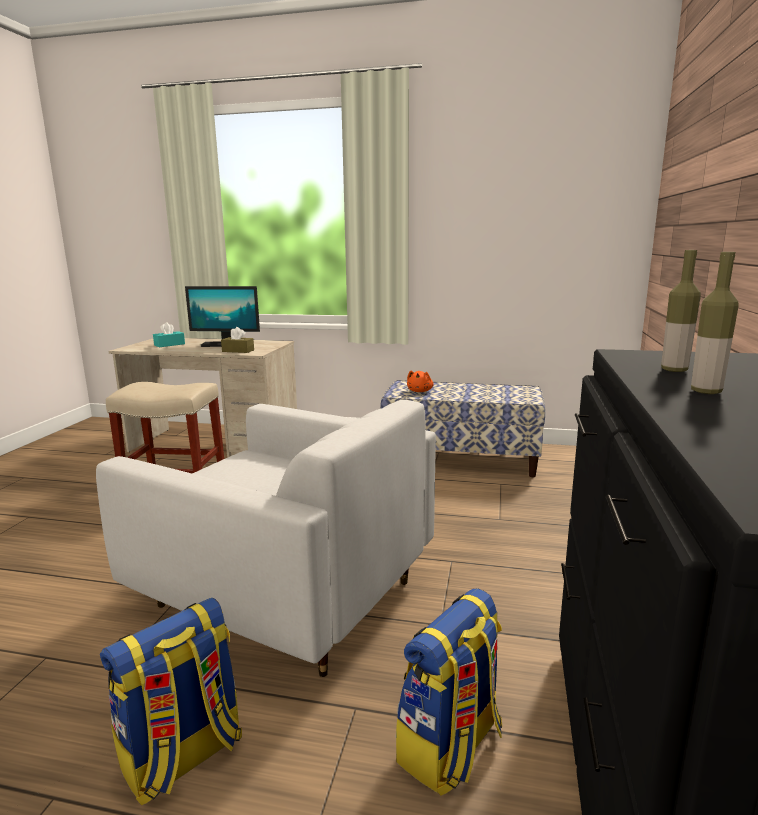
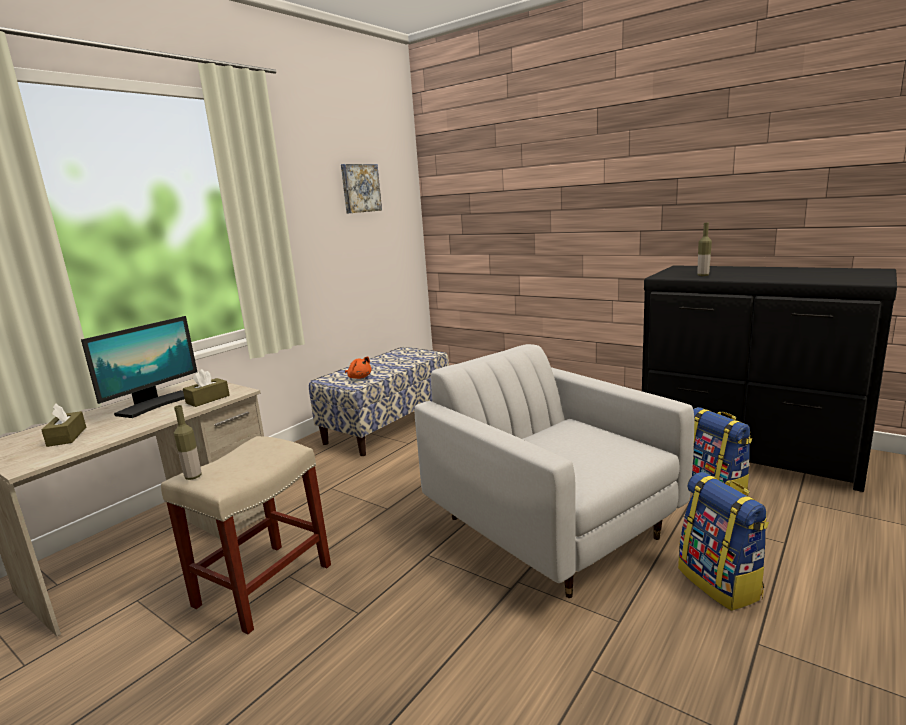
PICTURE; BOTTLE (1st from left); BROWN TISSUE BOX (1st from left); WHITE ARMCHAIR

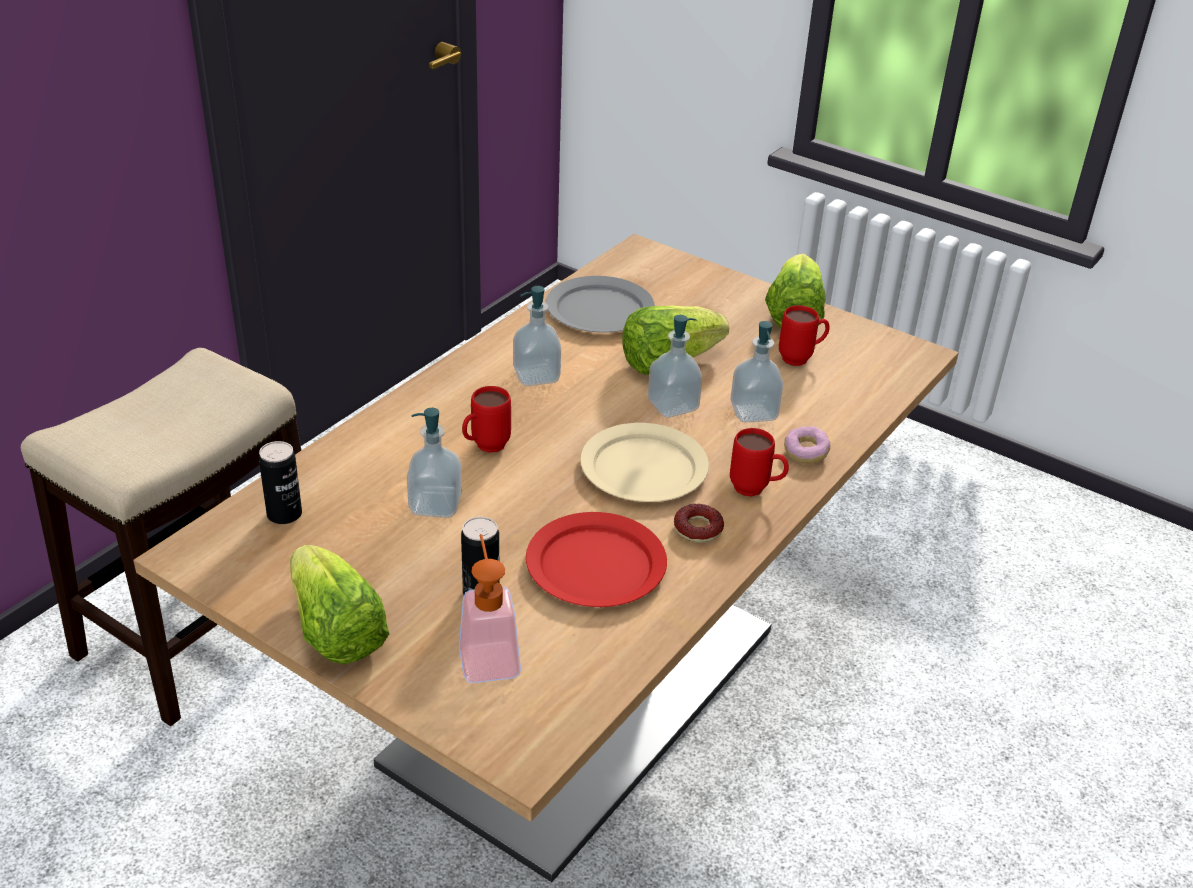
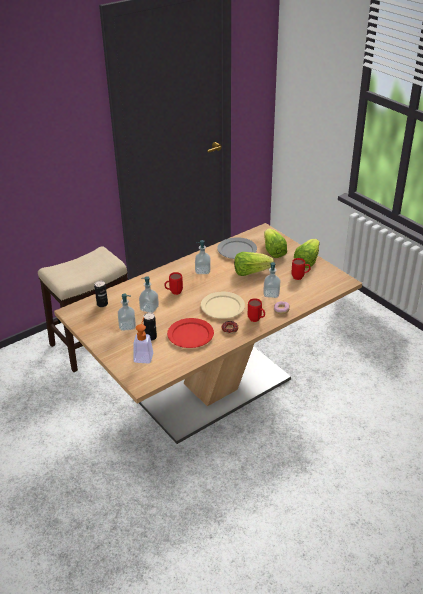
LETTUCE (2nd from left); SOAP DISPENSER (1st from left)

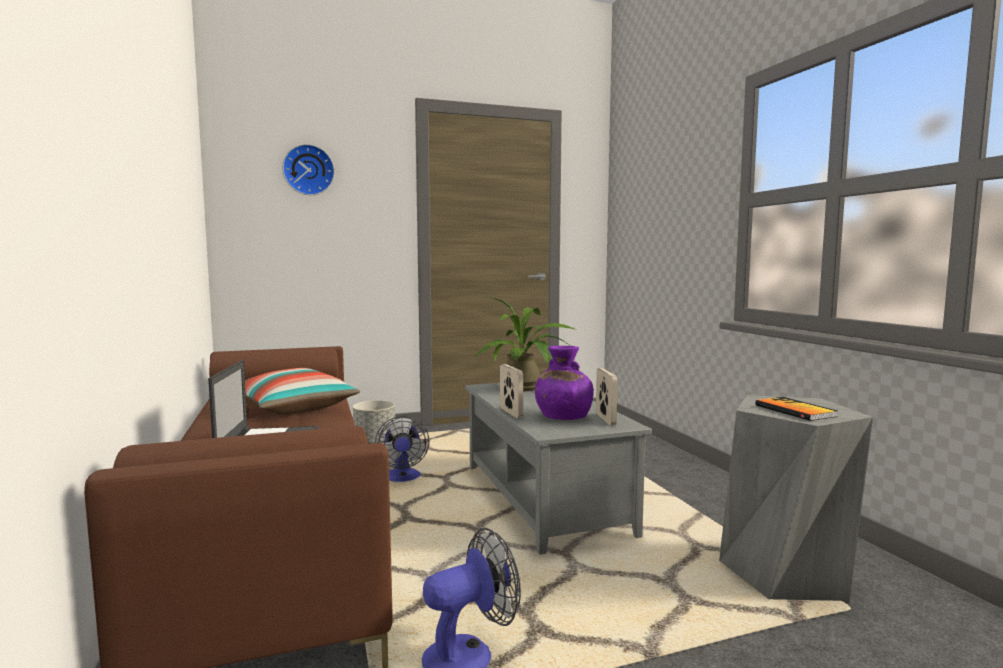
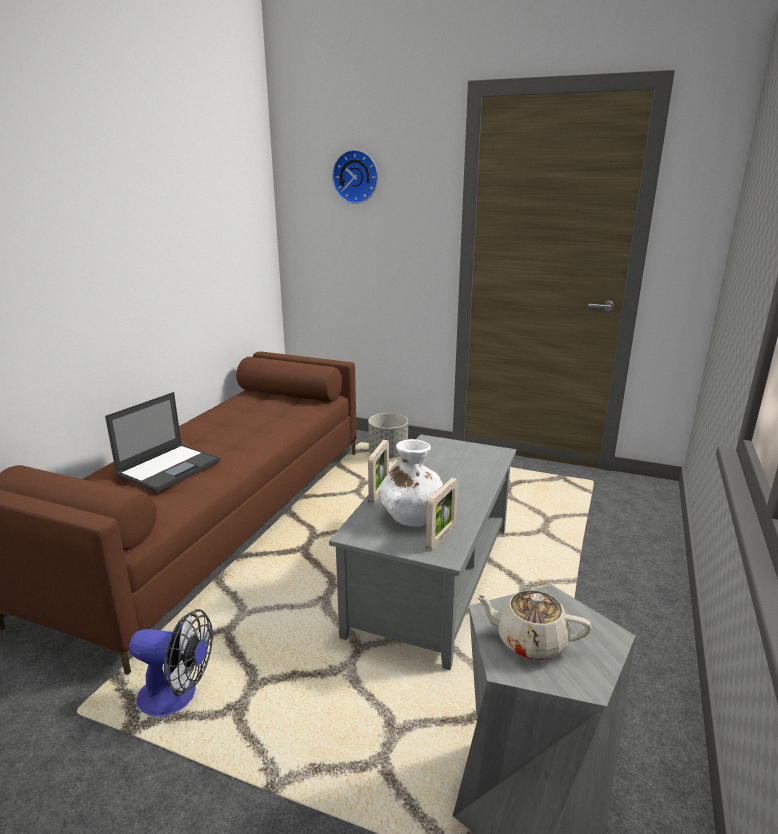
PILLOW; FAN (1st from left in the first image); POTTED PLANT; BEIGE TEAPOT; WHITE VASE

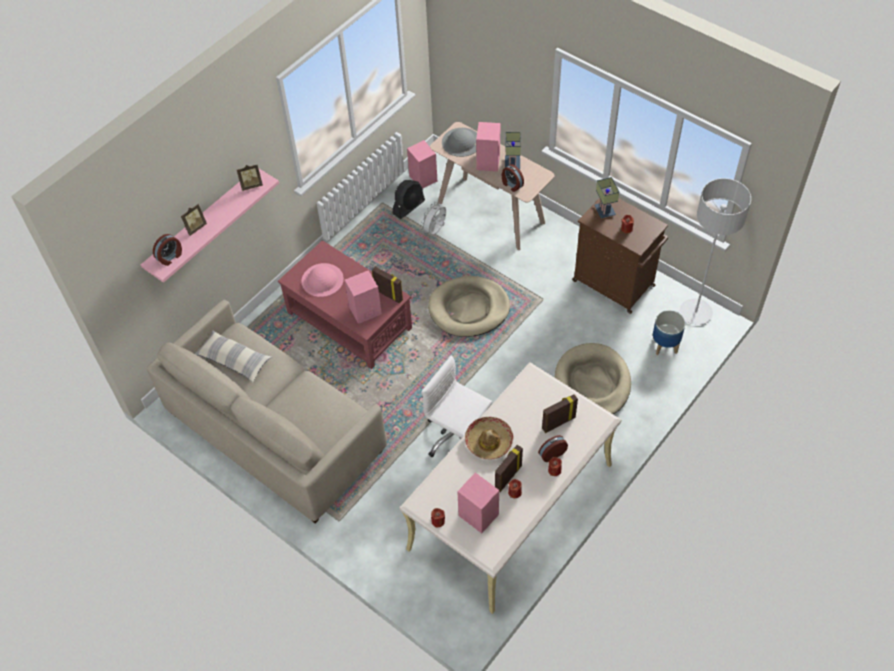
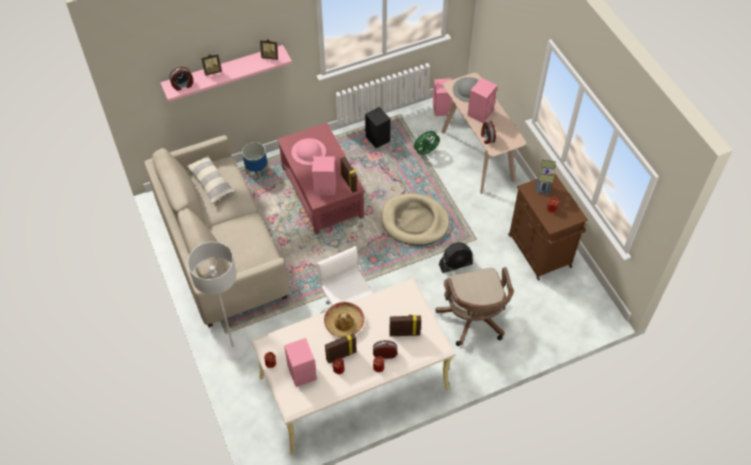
TABLE LAMP (1st from left in the first image); BLACK SPEAKER; BLACK FAN; PLANTER; GREY FLOOR LAMP; BROWN OFFICE CHAIR; GREEN FAN

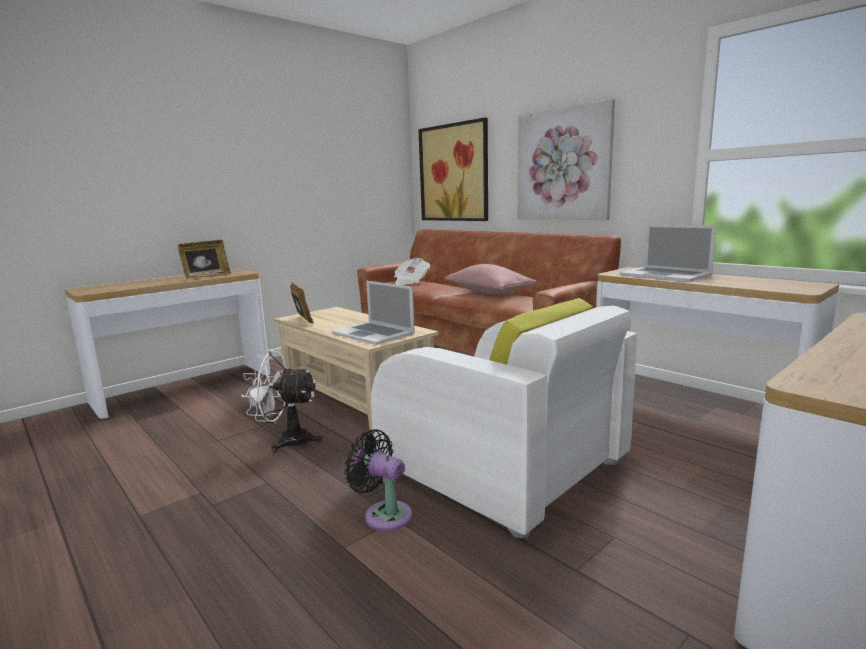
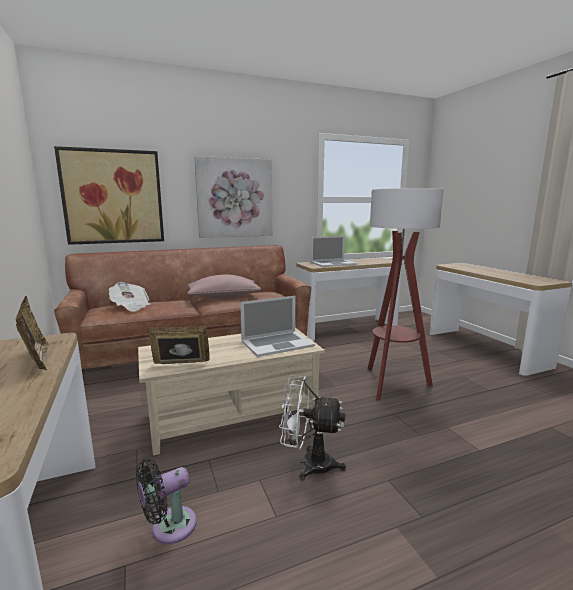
BLACK FAN; FLOOR LAMP; WHITE FAN

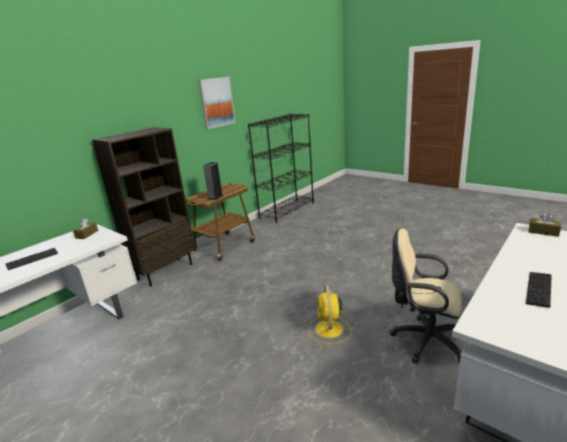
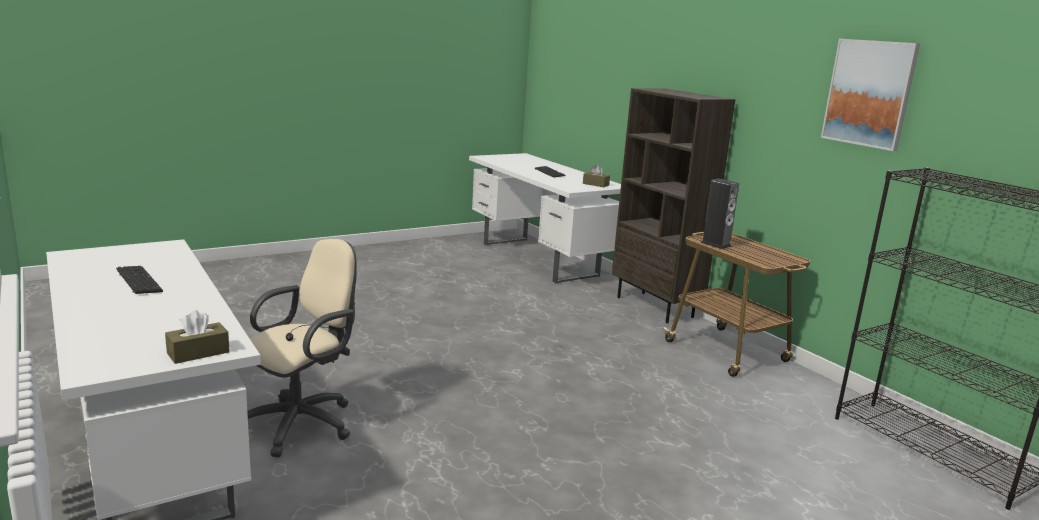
YELLOW FAN

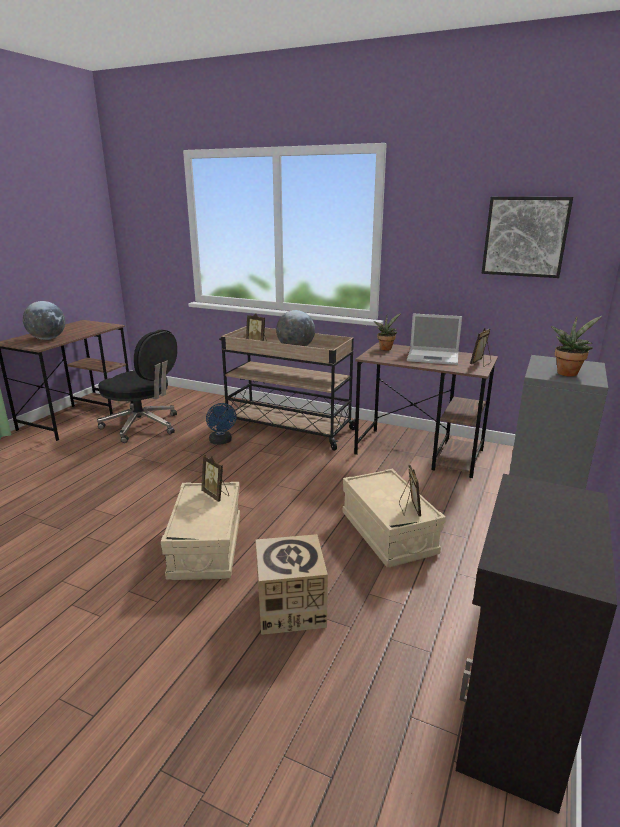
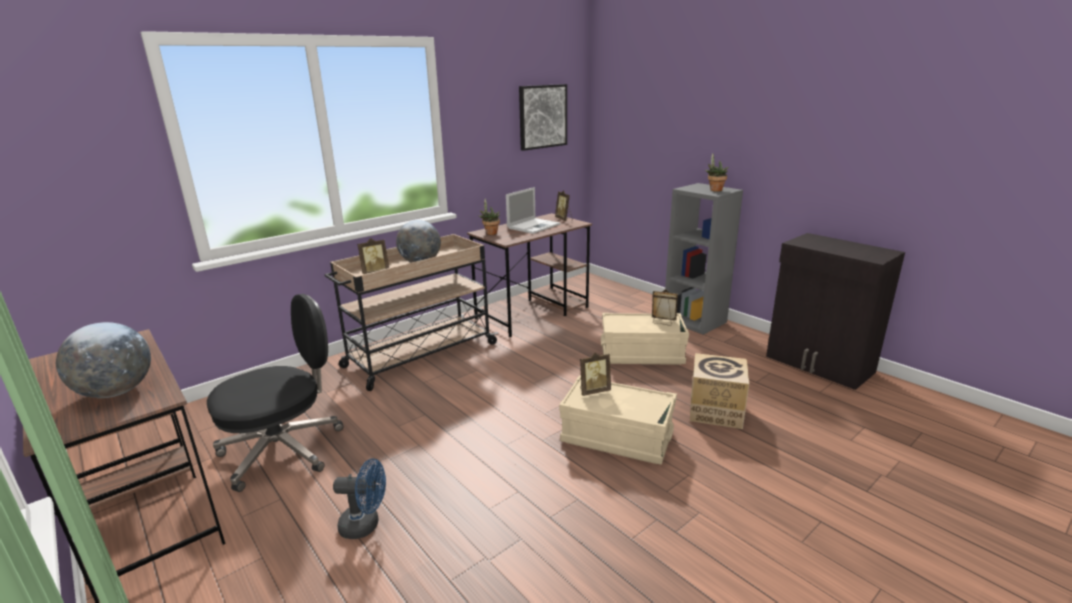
BLUE FAN

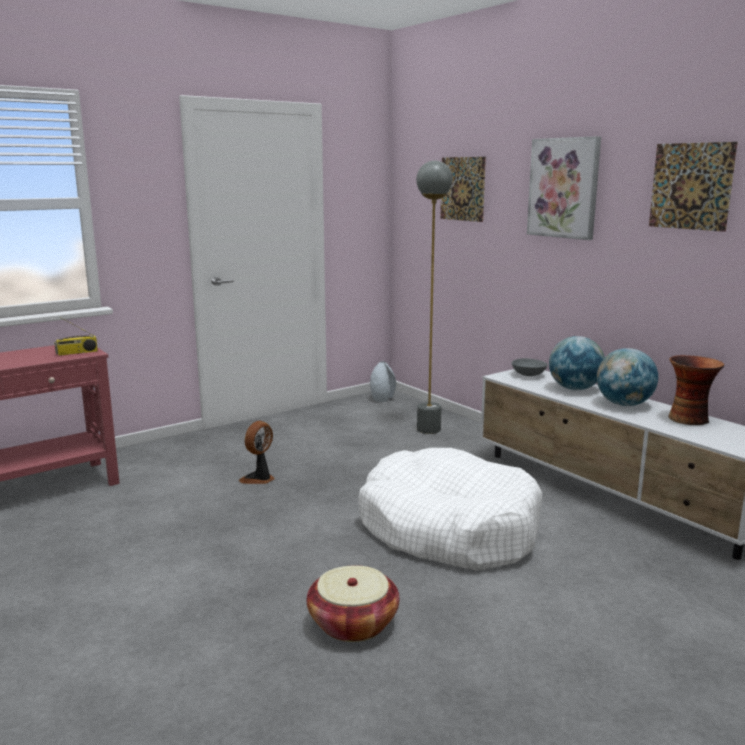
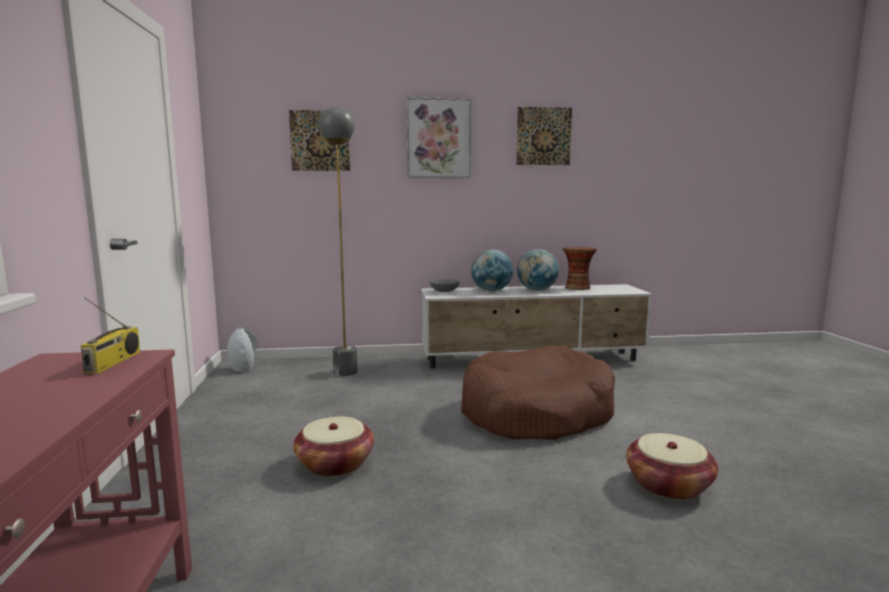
BASKET (1st from left); BROWN DOG BED

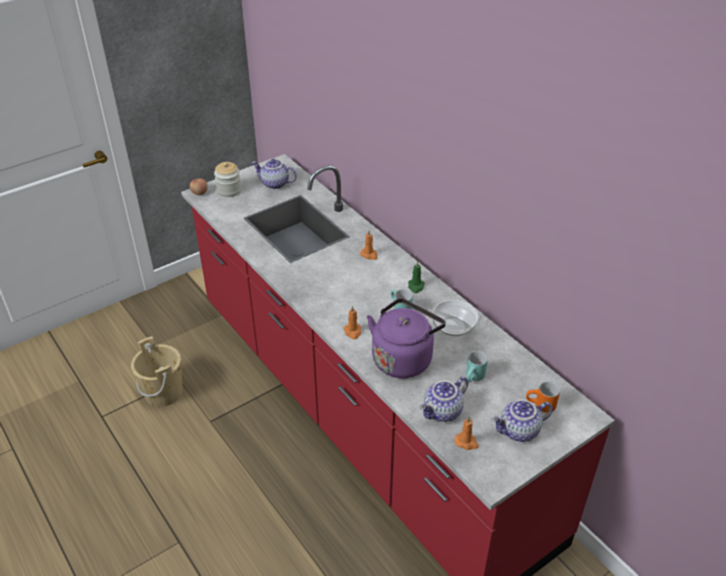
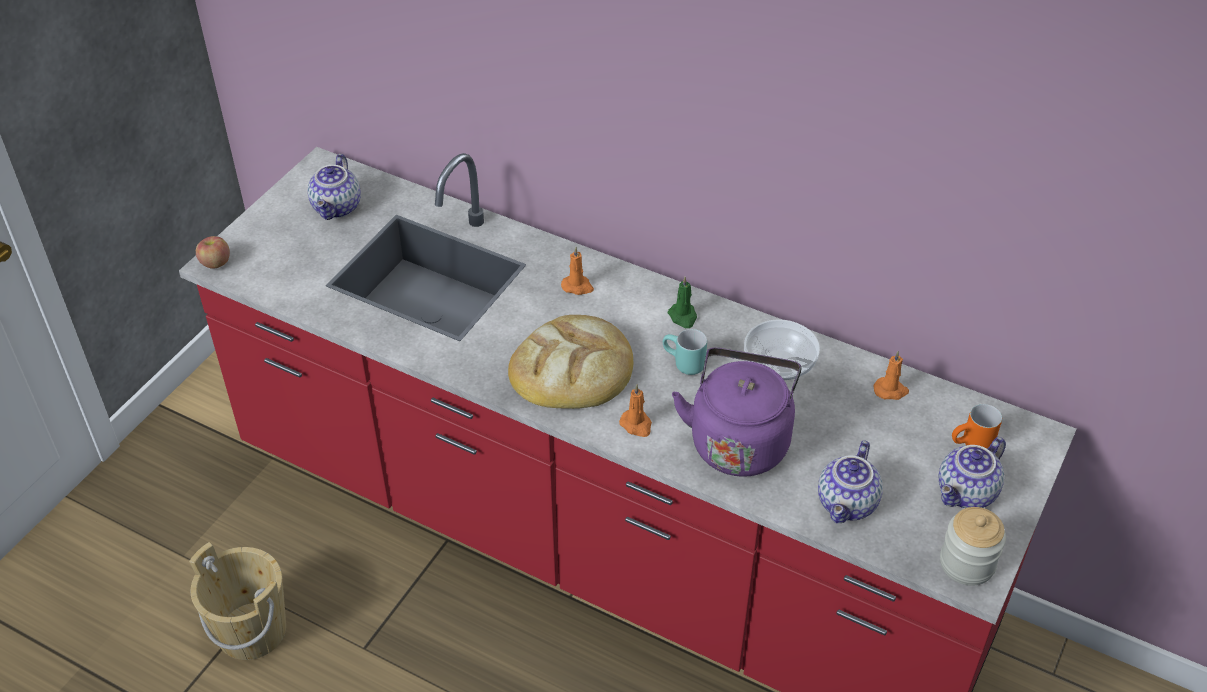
TURQUOISE MUG (2nd from left in the first image); BREAD; JAR; ORANGE CANDLE (3rd from left); TEAPOT (1st from left)

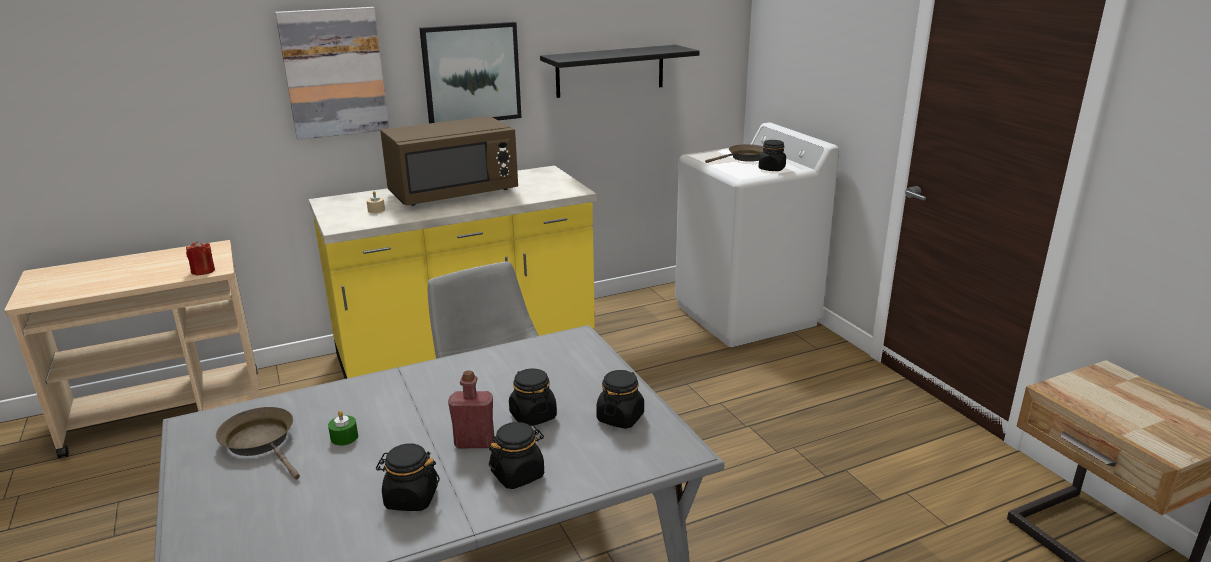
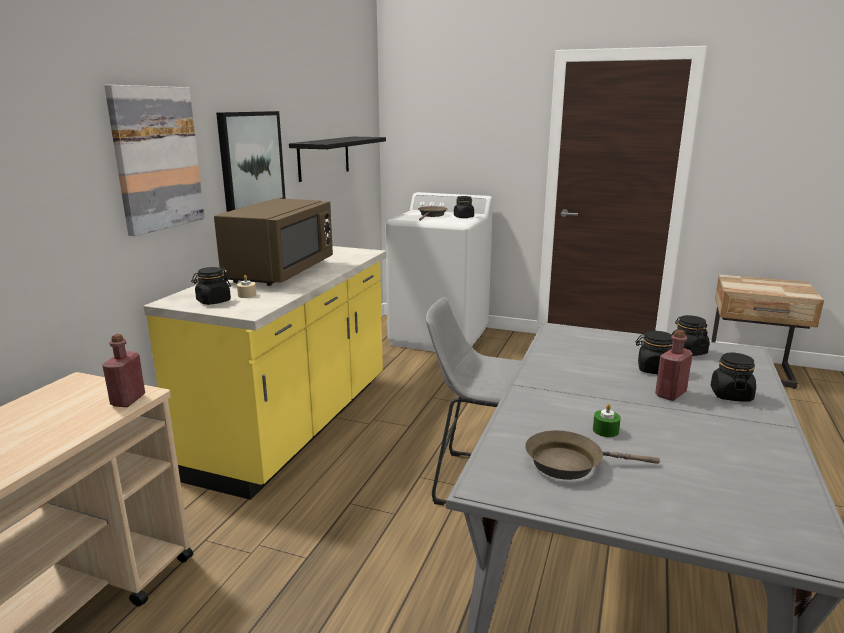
BLACK JAR (1st from left); RED BOTTLE (1st from left)

